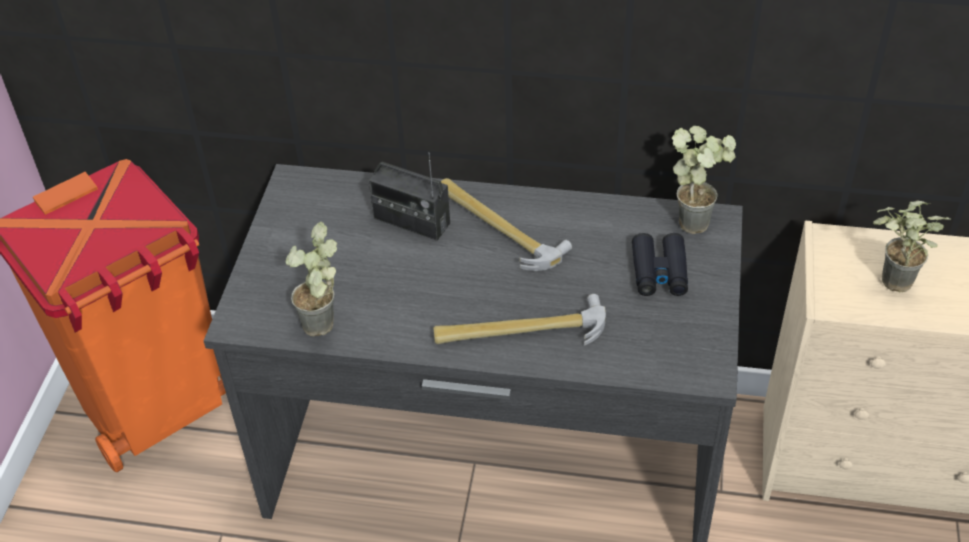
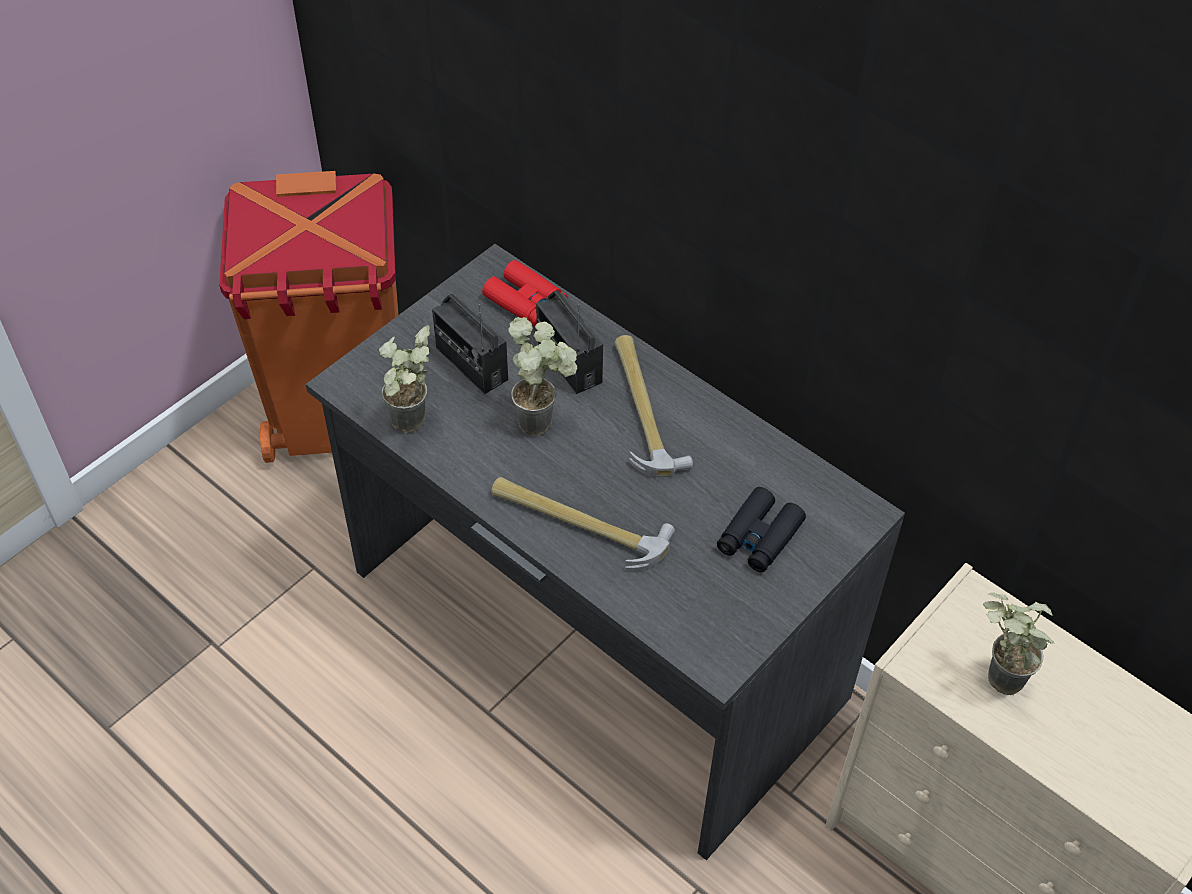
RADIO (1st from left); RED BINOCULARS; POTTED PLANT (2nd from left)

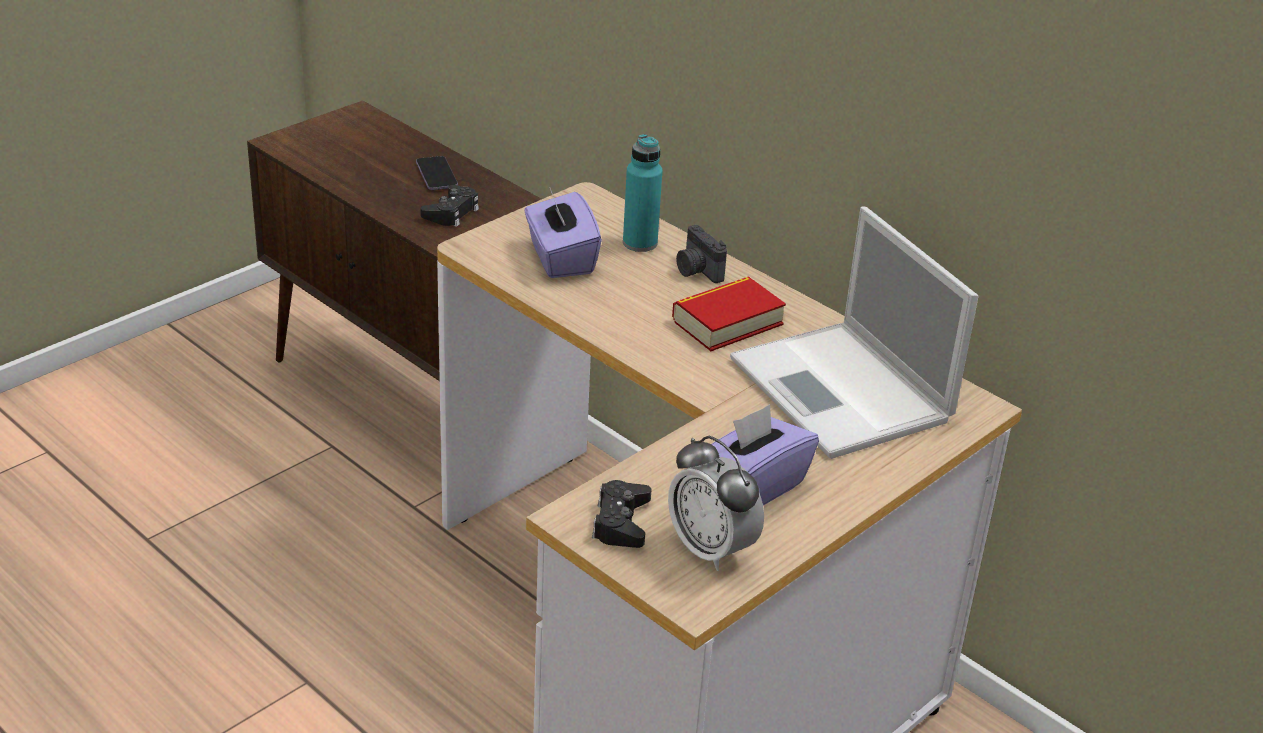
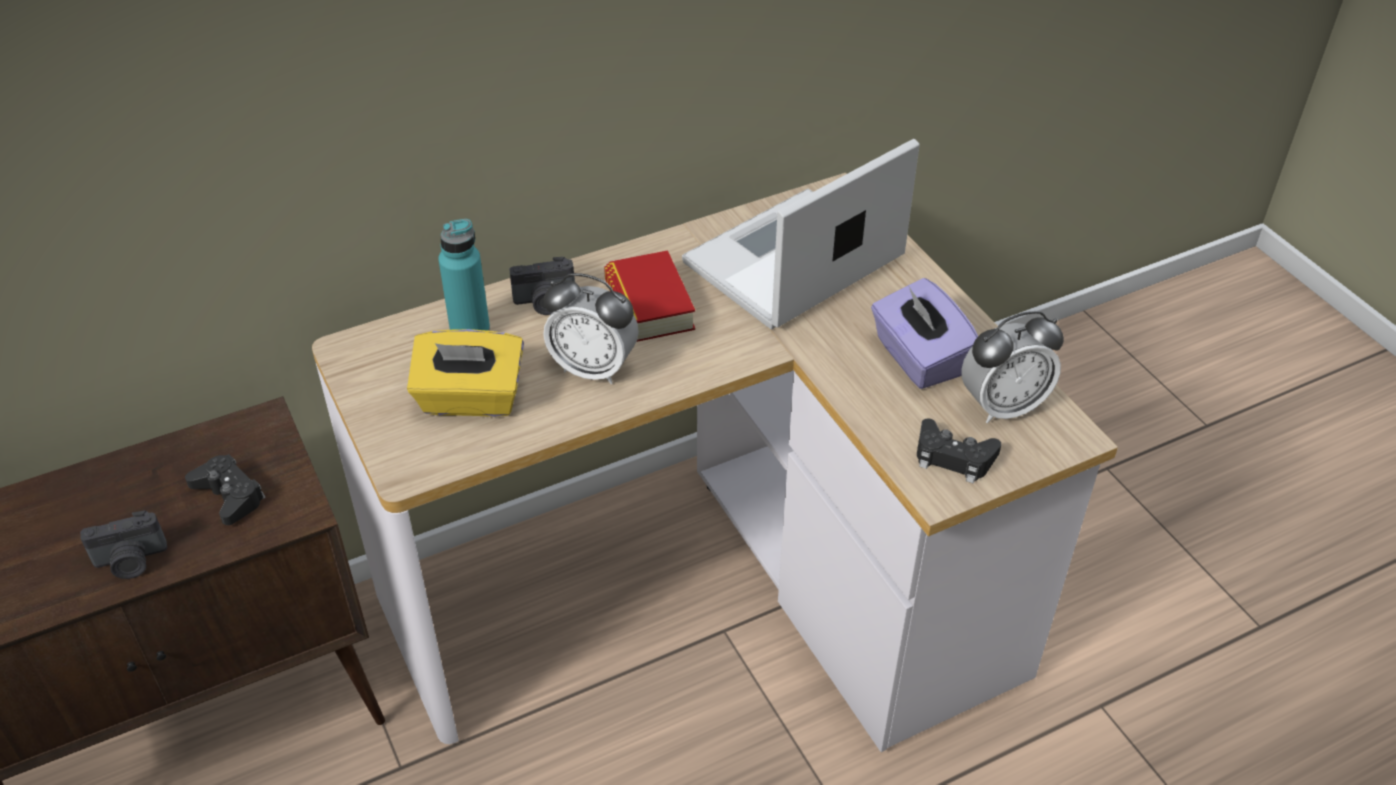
PHONE; PHOTO CAMERA (1st from left); ALARM CLOCK (1st from left); YELLOW TISSUE BOX; LAPTOP

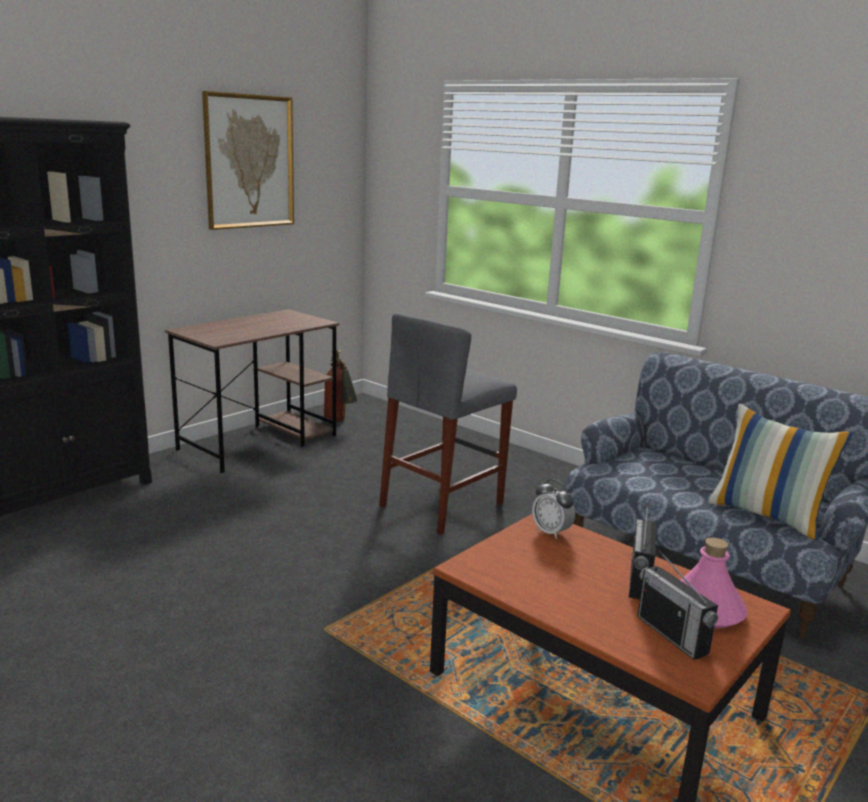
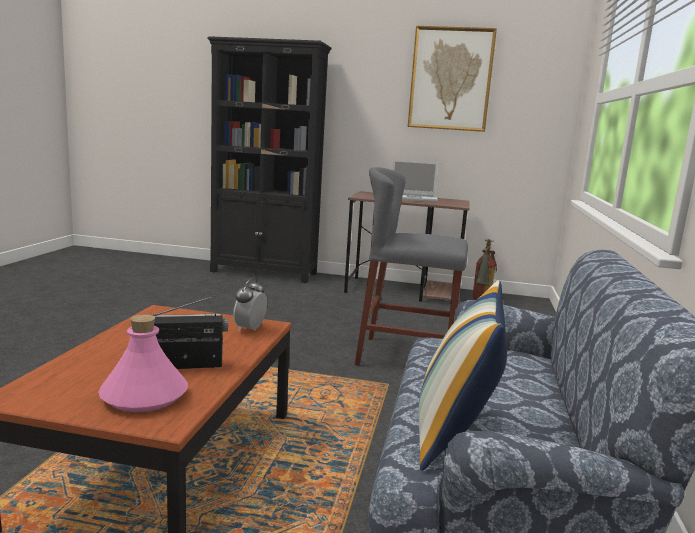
RADIO (2nd from left in the first image); LAPTOP

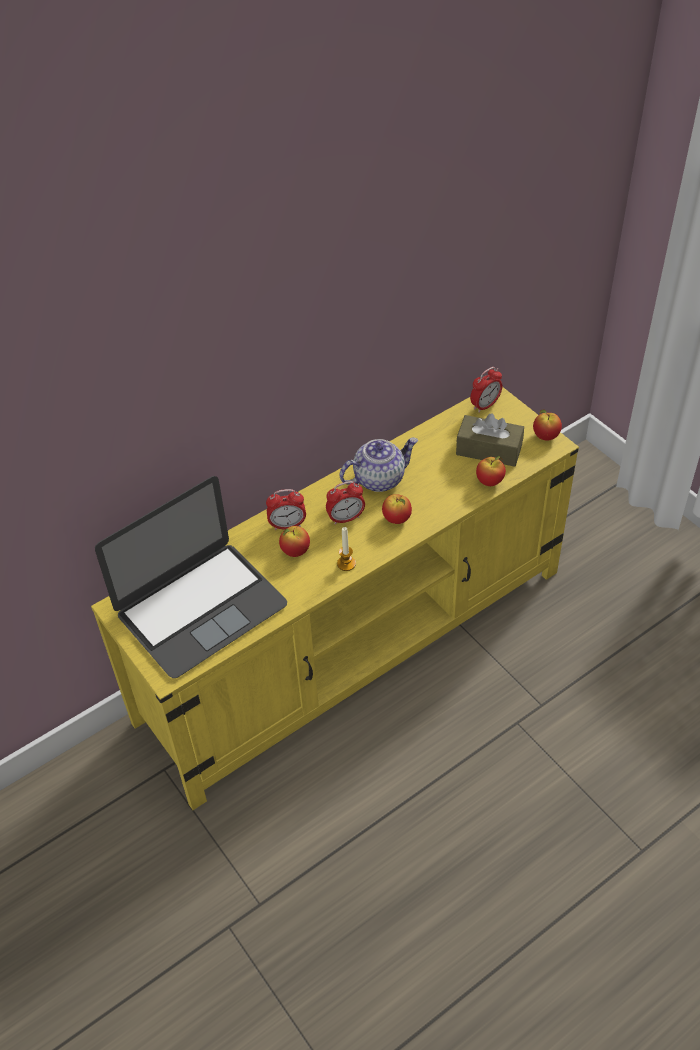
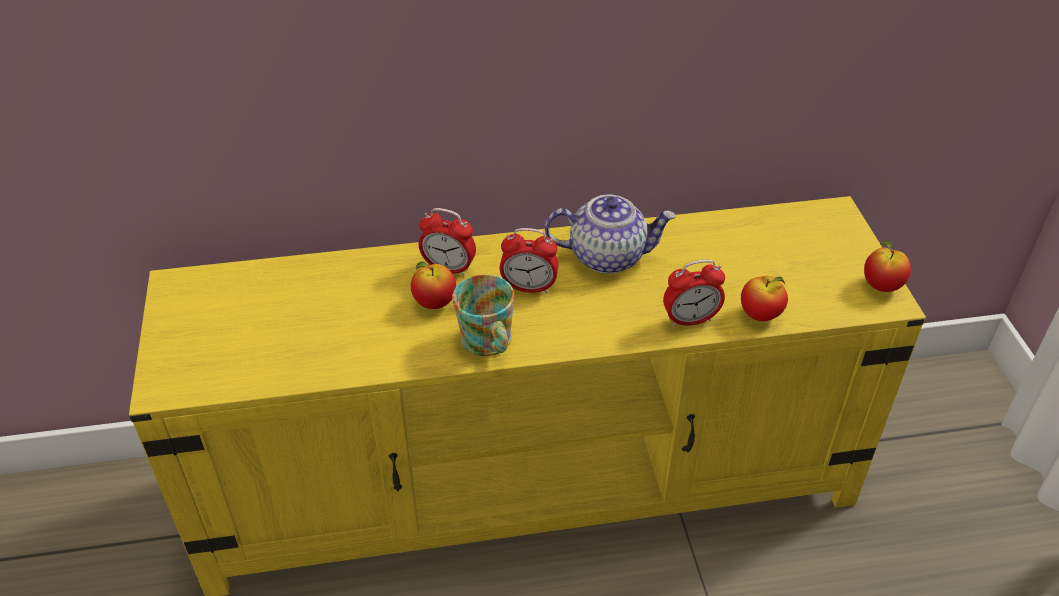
LAPTOP; APPLE (2nd from left in the first image); BROWN TISSUE BOX; ALARM CLOCK (3rd from left); MUG

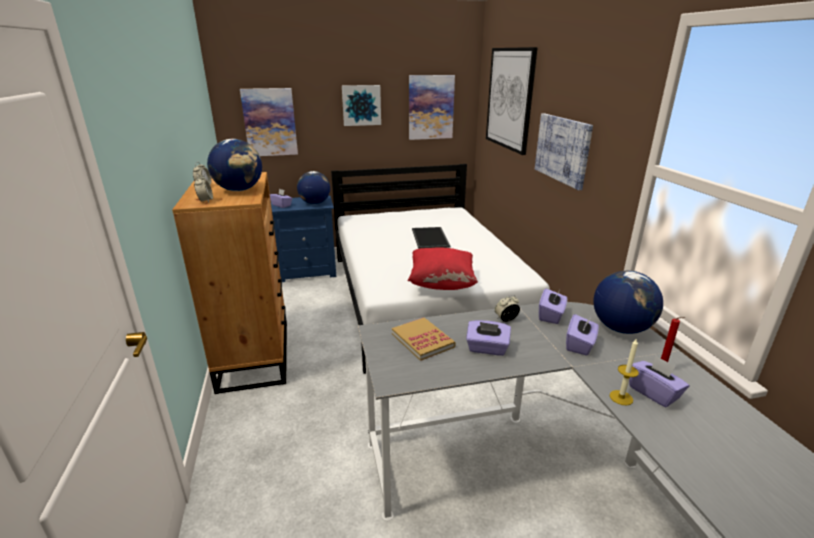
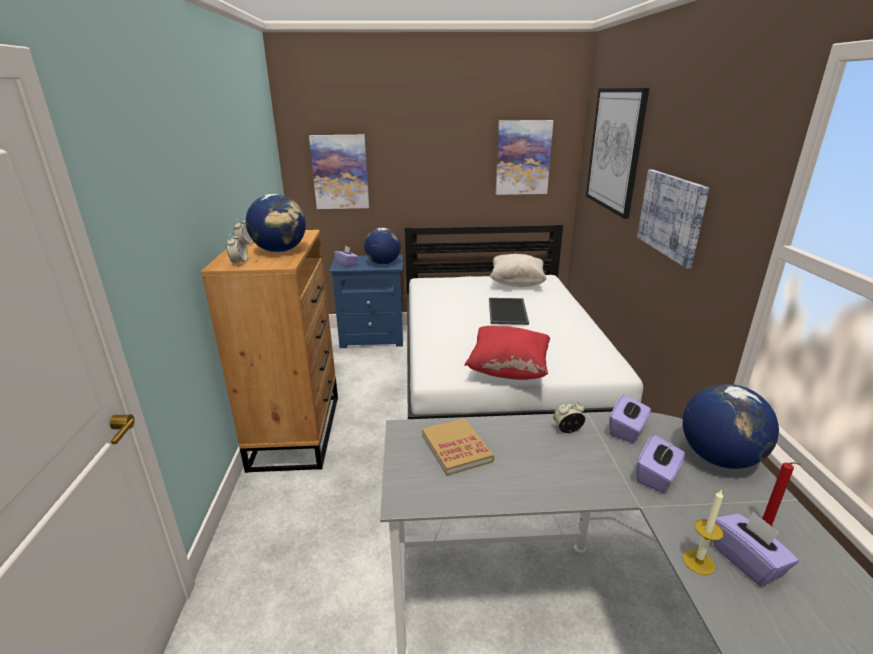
PICTURE (2nd from left in the first image); PURPLE TISSUE BOX (2nd from left in the first image); BEIGE PILLOW

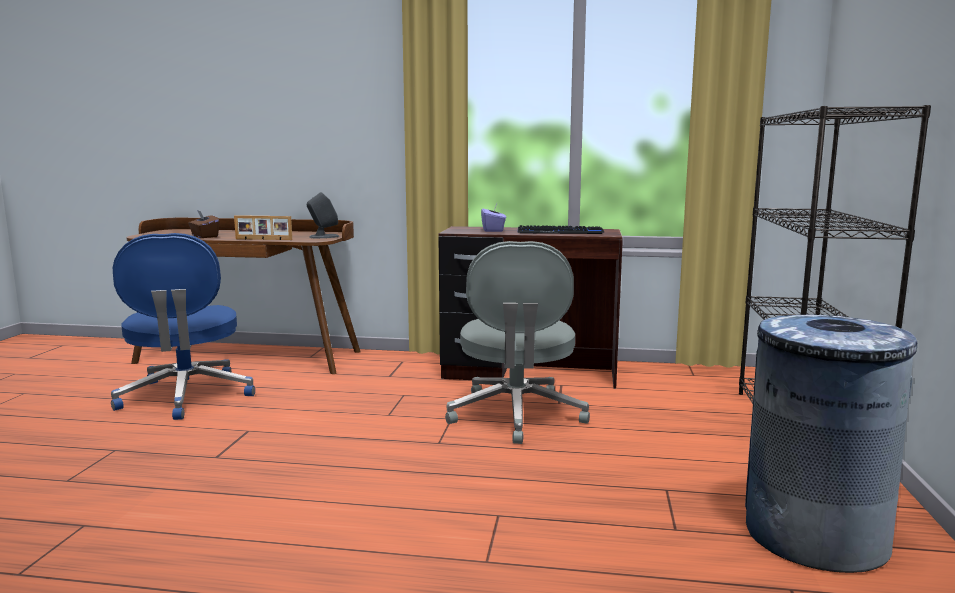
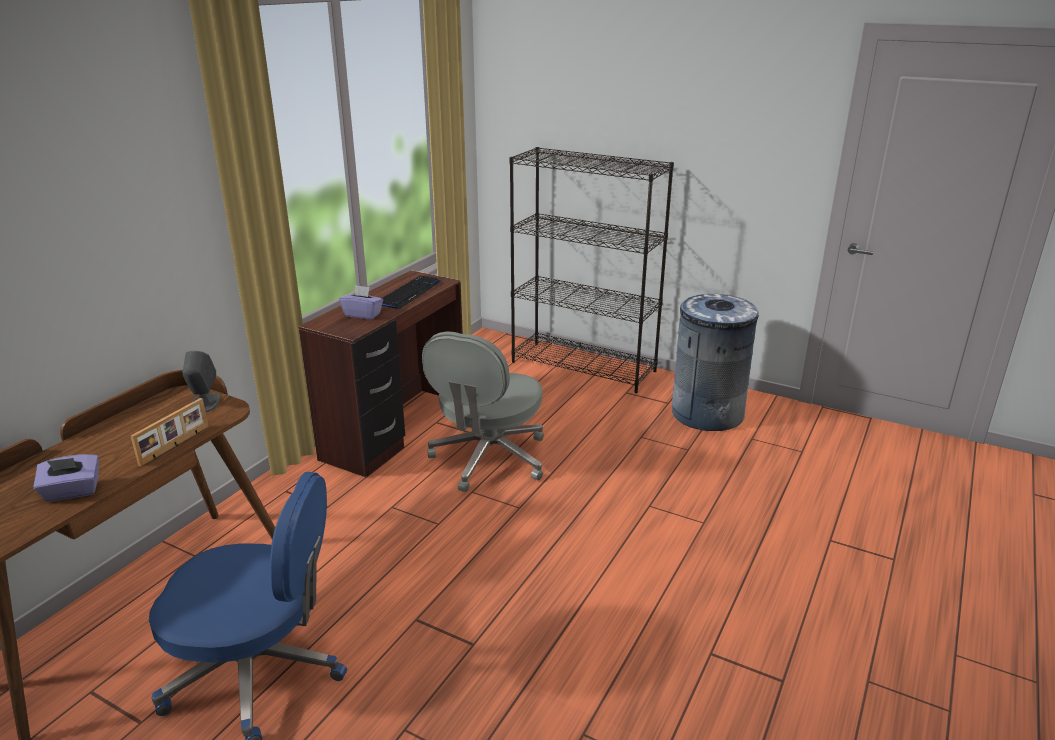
PURPLE TISSUE BOX (1st from left); GREY OFFICE CHAIR

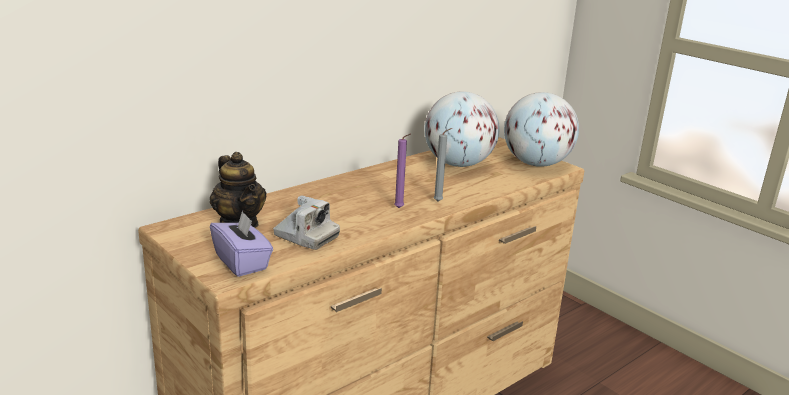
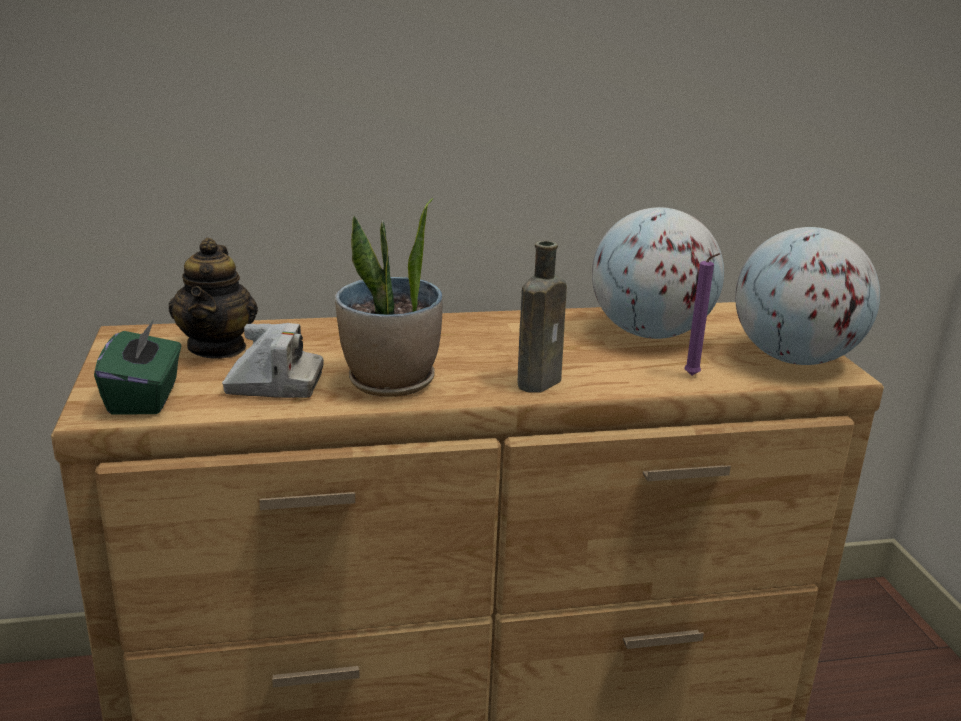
POTTED PLANT; PURPLE CANDLE; BROWN BOTTLE; GREEN TISSUE BOX; PHOTO CAMERA

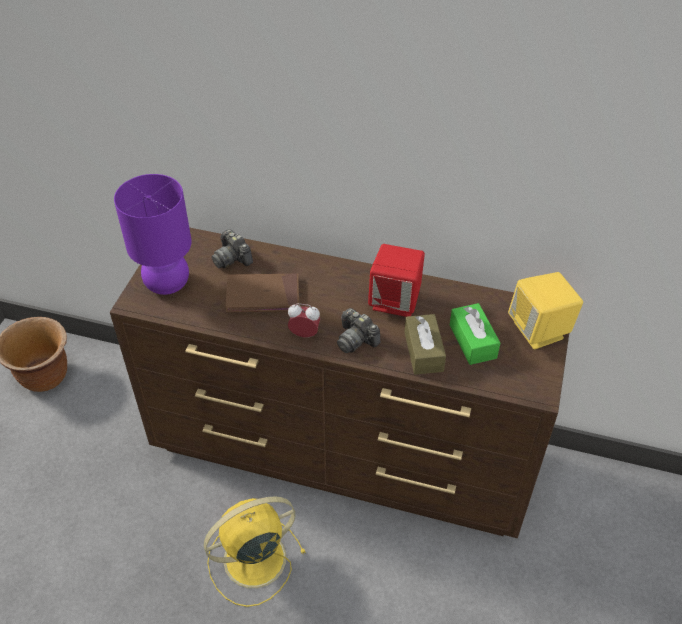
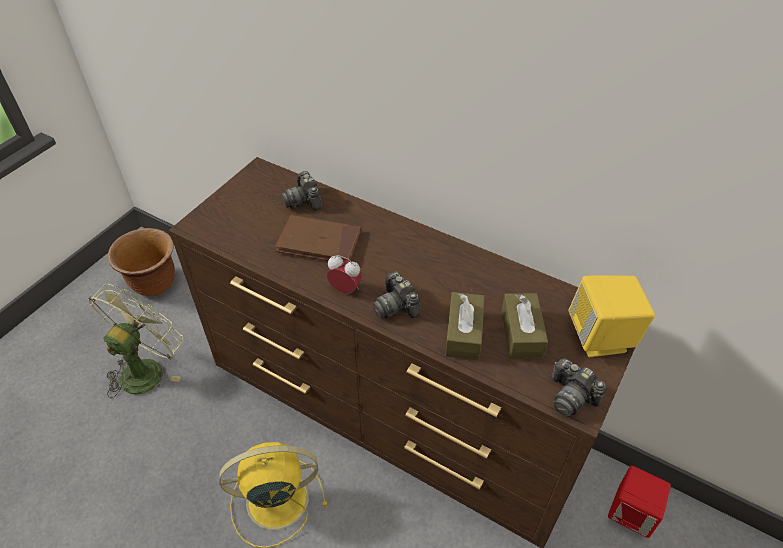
PURPLE TABLE LAMP; GREEN FAN; PHOTO CAMERA (3rd from left); RED SPEAKER; BROWN TISSUE BOX (2nd from left)

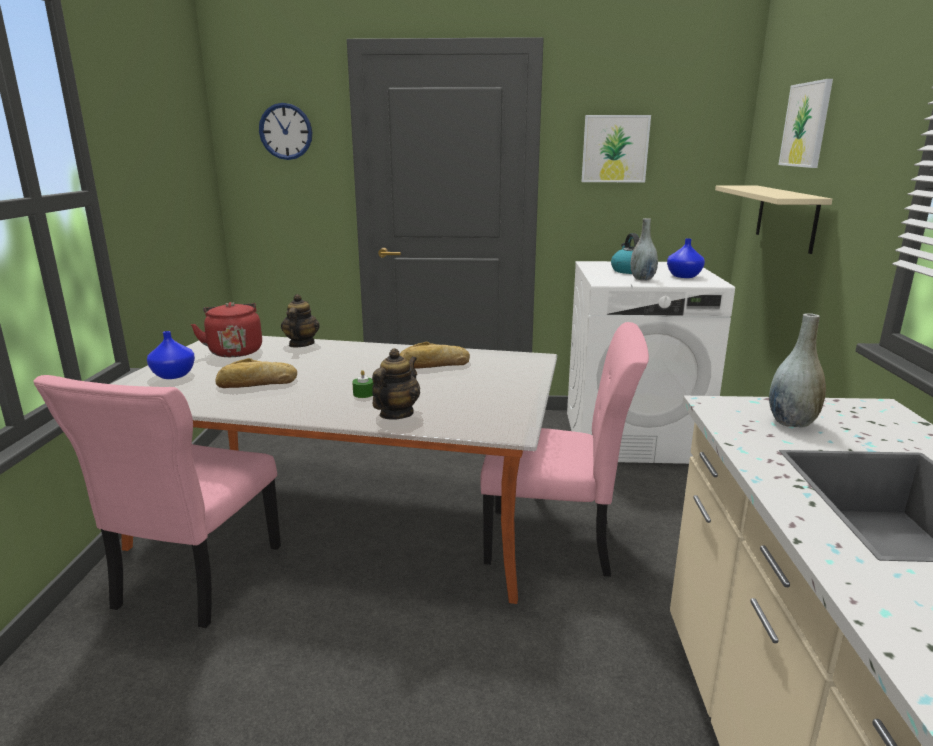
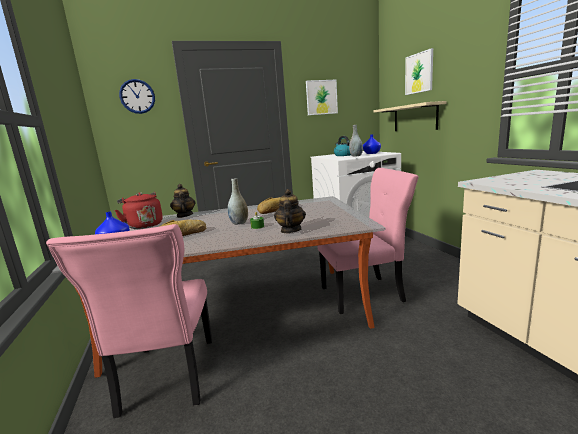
GREY VASE (1st from left)

